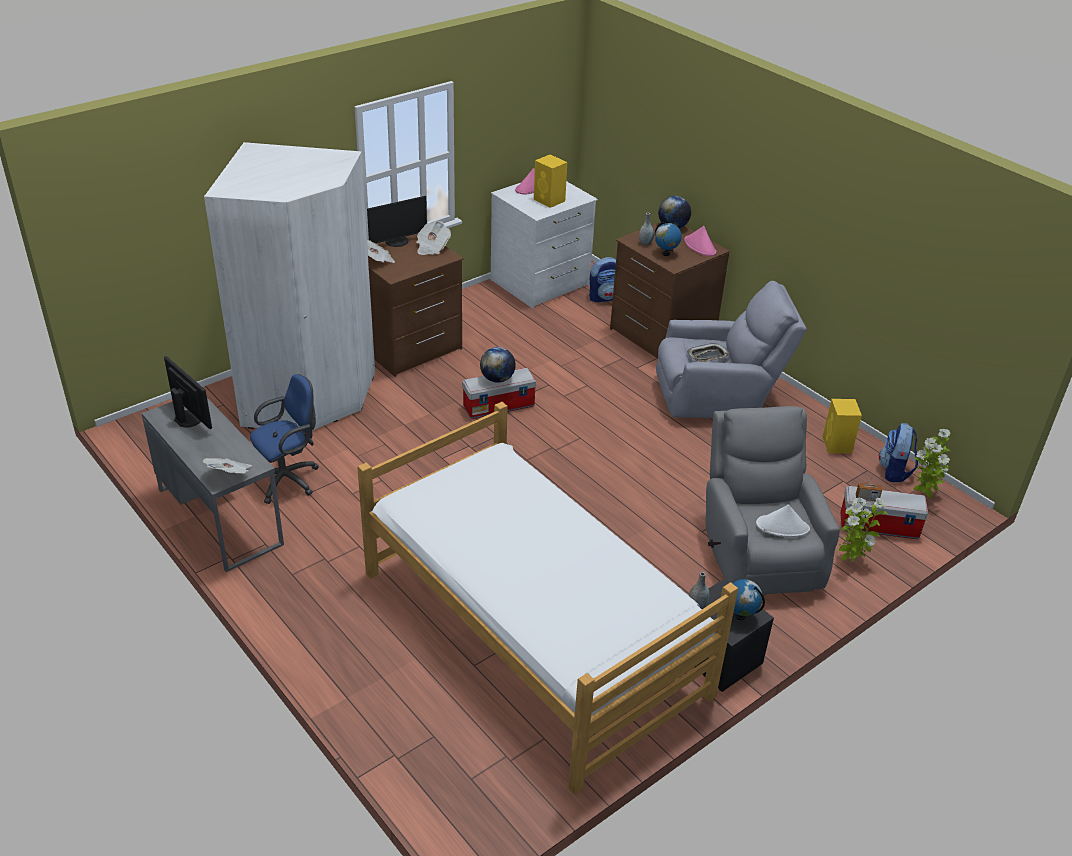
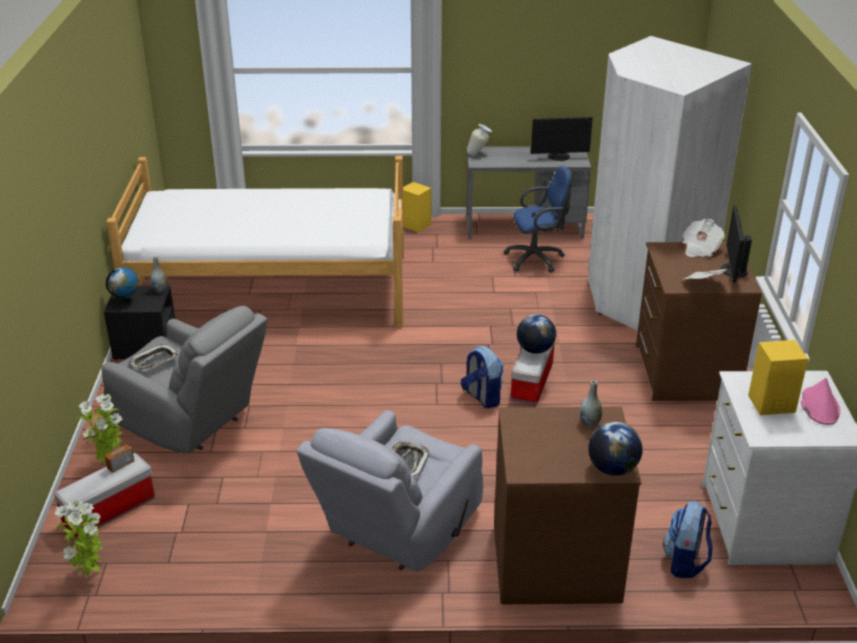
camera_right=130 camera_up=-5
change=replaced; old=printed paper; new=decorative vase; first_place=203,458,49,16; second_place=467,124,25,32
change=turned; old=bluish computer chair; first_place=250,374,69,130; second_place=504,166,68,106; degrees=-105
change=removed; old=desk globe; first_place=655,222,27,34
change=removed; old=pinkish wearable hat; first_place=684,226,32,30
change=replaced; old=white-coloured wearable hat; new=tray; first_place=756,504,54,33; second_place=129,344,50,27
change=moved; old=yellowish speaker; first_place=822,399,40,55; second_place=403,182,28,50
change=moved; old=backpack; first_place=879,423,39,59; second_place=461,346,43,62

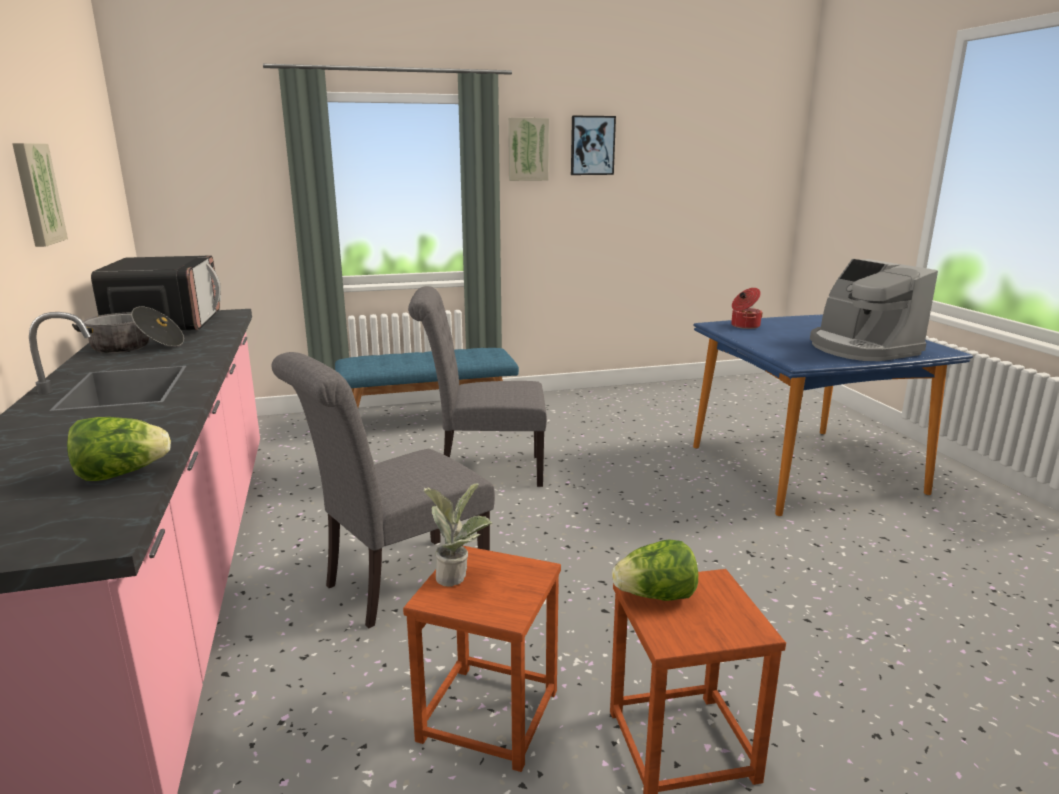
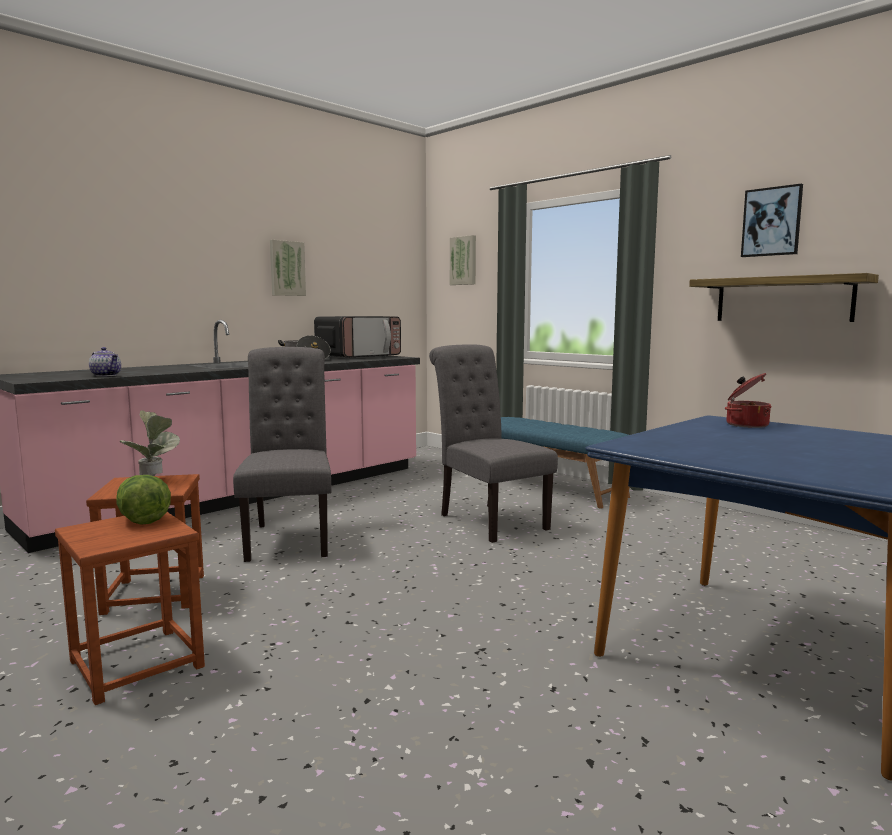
camera_right=60 camera_up=-10
change=replaced; old=lettuce head; new=teapot; first_place=67,417,104,64; second_place=89,347,32,30
change=turned; old=grey chair; first_place=272,352,223,277; second_place=233,347,99,215; degrees=60
change=moved; old=picture; first_place=508,118,41,63; second_place=450,235,26,50
change=removed; old=coffee brewer; first_place=810,259,128,102
change=added; new=shelf; second_place=689,273,190,49

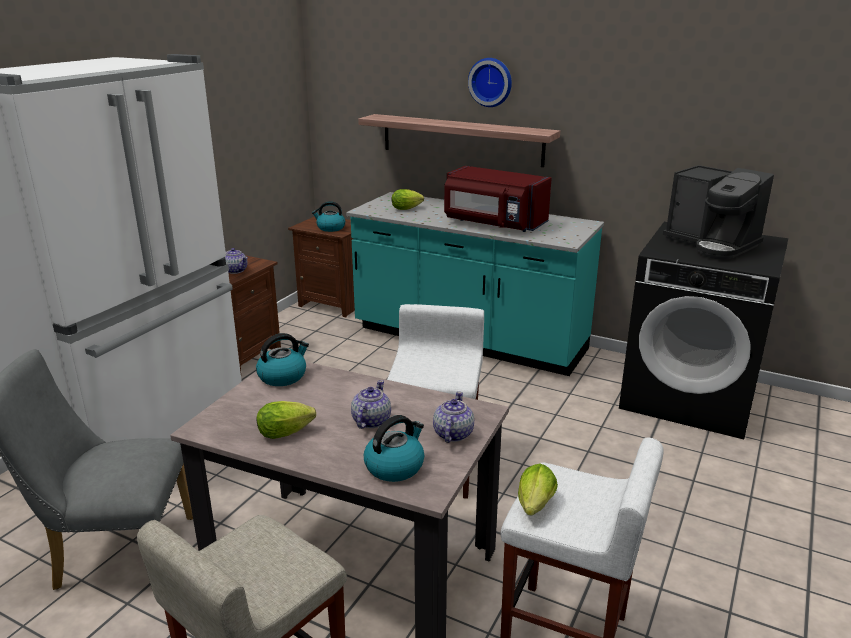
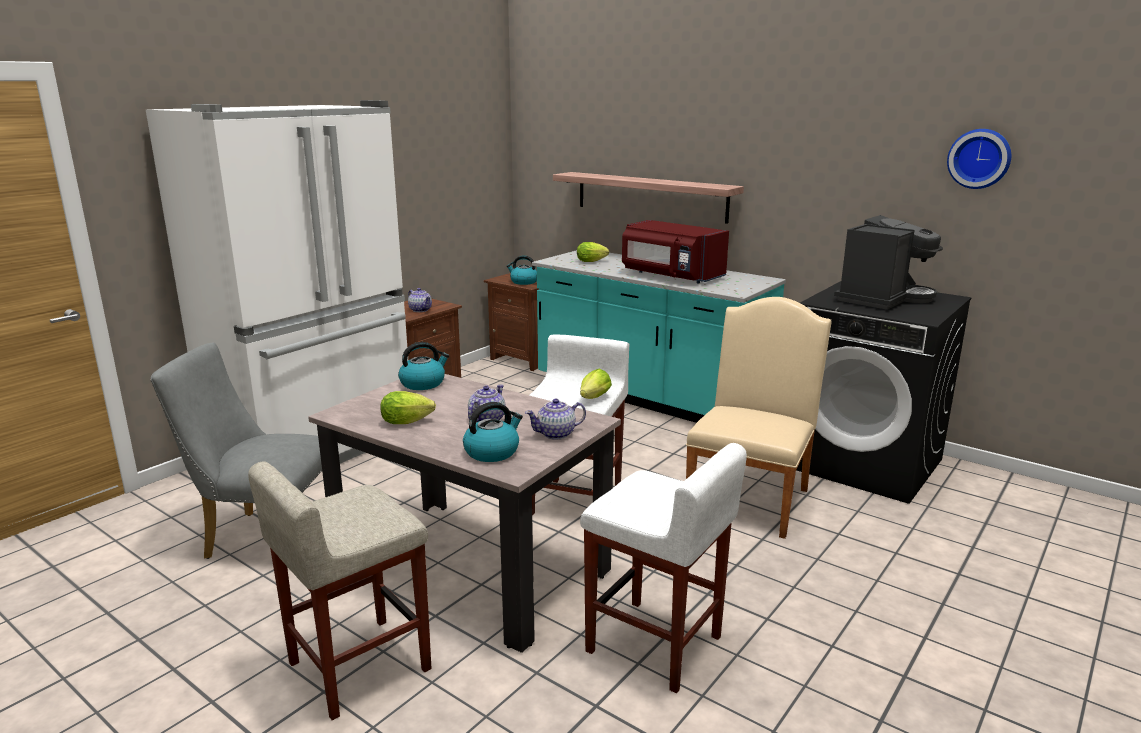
camera_right=10 camera_up=-5
change=turned; old=teapot; first_place=433,391,41,52; second_place=525,399,61,41; degrees=-135
change=moved; old=wall clock; first_place=468,58,44,49; second_place=947,129,64,60
change=moved; old=lettuce head; first_place=518,464,40,52; second_place=580,369,32,30
change=turned; old=coffee brewer; first_place=663,165,111,94; second_place=834,215,109,95; degrees=-105
change=added; new=beige chair; second_place=686,297,146,242

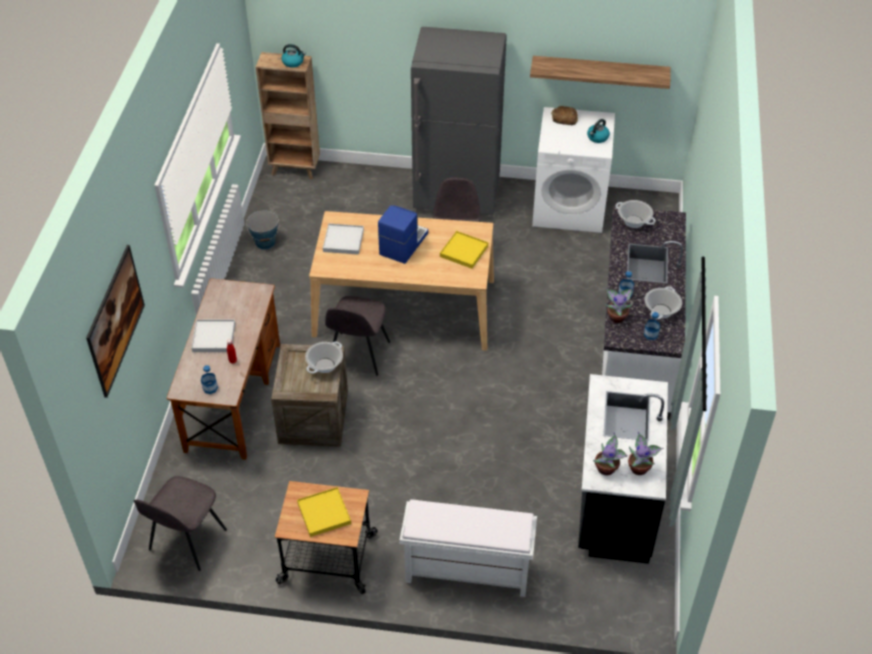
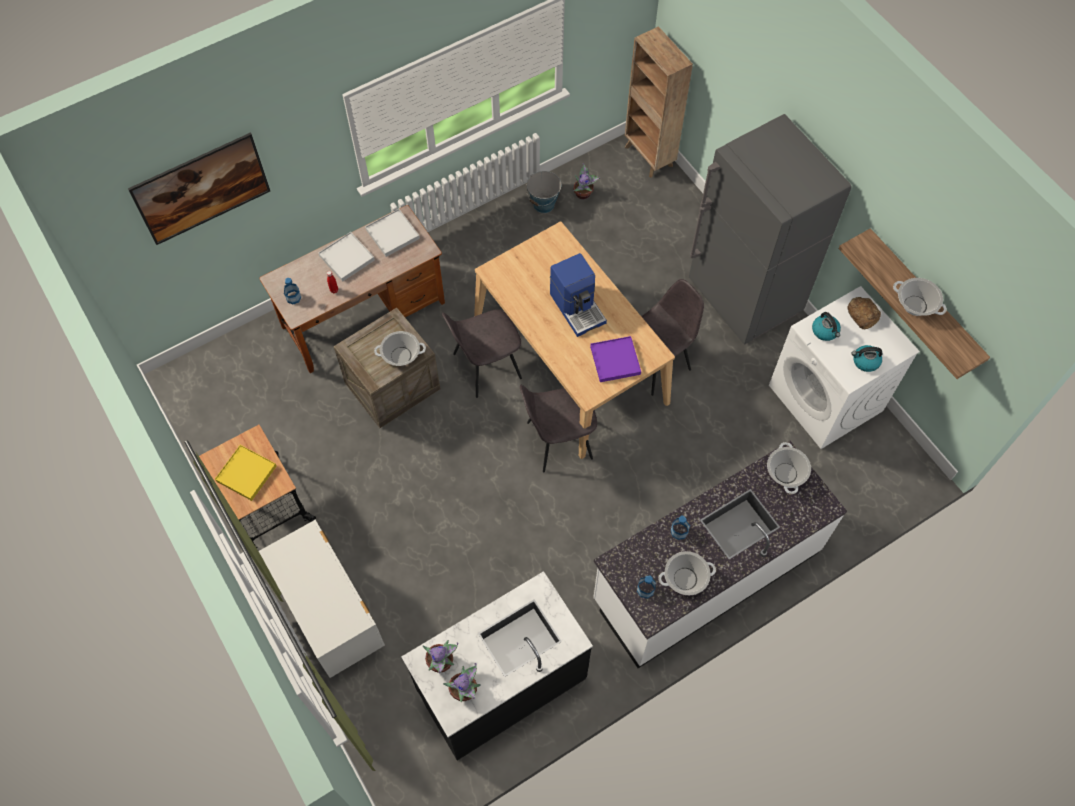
camera_right=50 camera_up=15
change=moved; old=grey chair; first_place=134,476,93,95; second_place=520,385,77,87
change=moved; old=kettle; first_place=281,44,25,24; second_place=812,312,29,29
change=moved; old=white-coloured tray; first_place=323,223,41,32; second_place=365,209,55,48
change=turned; old=coffee brewer; first_place=378,205,50,59; second_place=550,253,57,84; degrees=75
change=replaced; old=white-coloured long seat; new=white-coloured chest of drawers; first_place=399,499,138,98; second_place=259,520,126,158
change=recoloured; old=yellowish tray; new=purple-coloured tray; first_place=440,231,48,38; second_place=590,336,51,46
change=moved; old=potted plant; first_place=605,287,28,36; second_place=573,163,27,36
change=added; new=stockpot; second_place=893,278,54,38

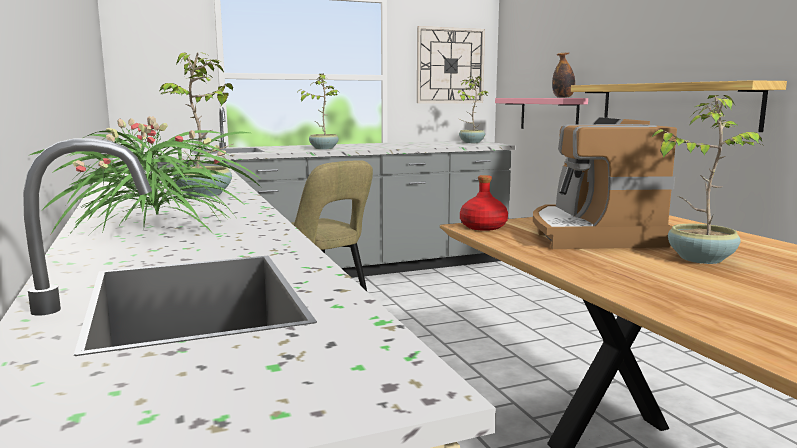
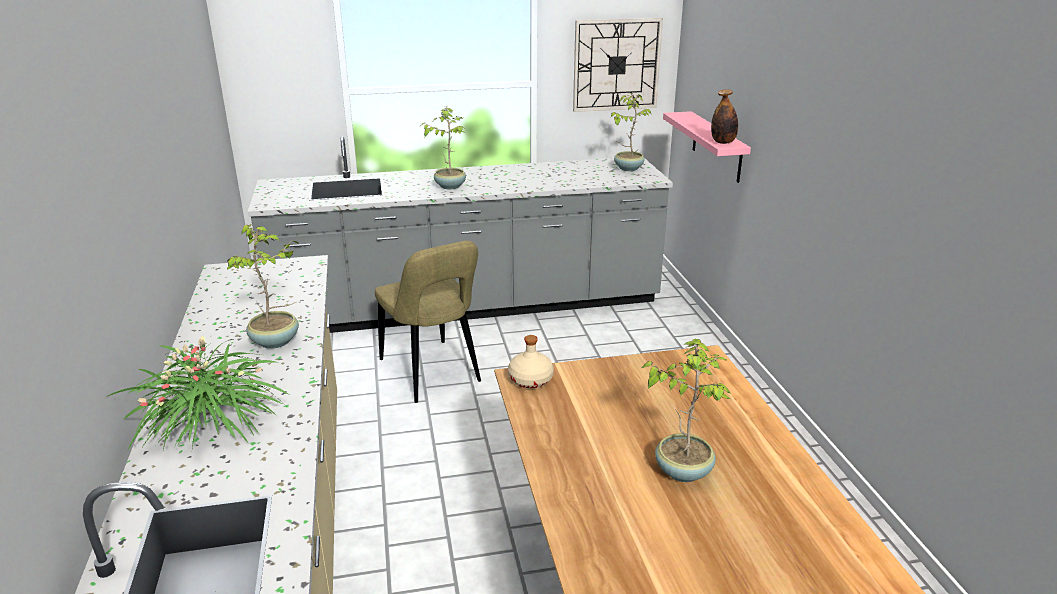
camera_right=10 camera_up=15
change=recoloured; old=red beverage bottle; new=beige beverage bottle; first_place=460,175,48,56; second_place=508,335,46,53
change=removed; old=coffee brewer; first_place=533,117,144,132
change=removed; old=shelf; first_place=571,80,216,52

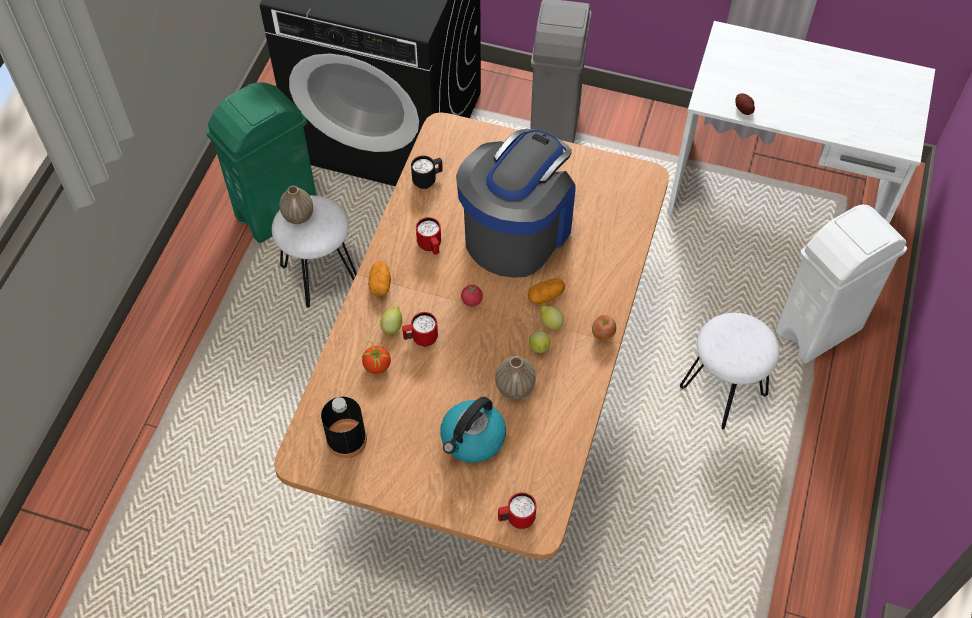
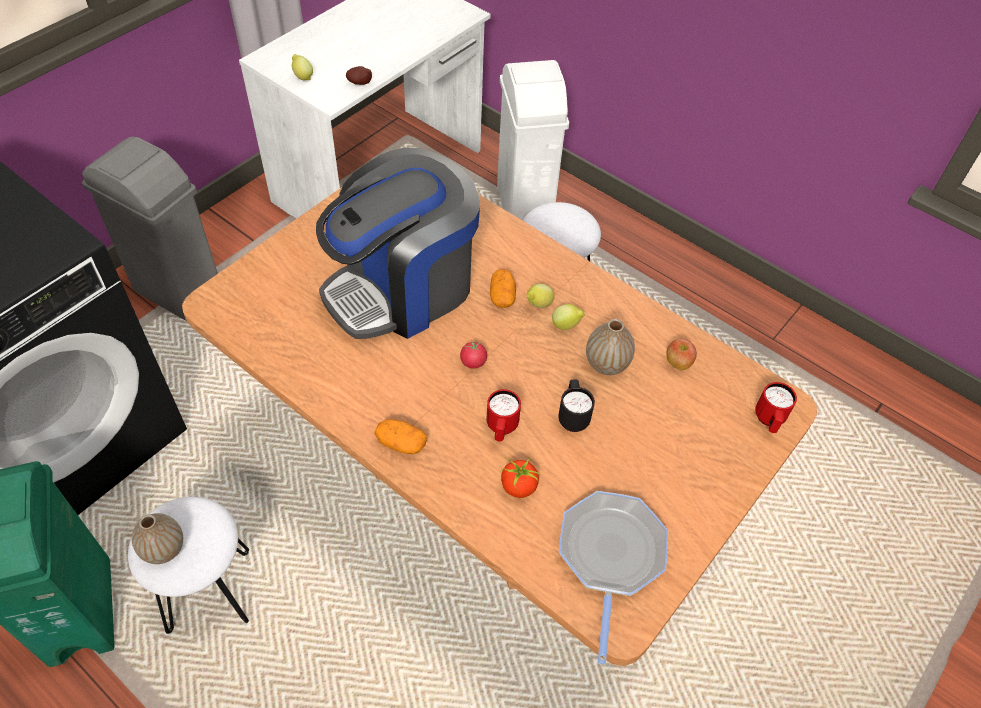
camera_right=-70 camera_up=-5
change=replaced; old=black-coloured beverage bottle; new=skillet; first_place=321,397,46,61; second_place=559,491,109,174
change=moved; old=lemon; first_place=380,306,22,29; second_place=292,54,21,26
change=moved; old=black-coloured coffee mug; first_place=411,156,32,33; second_place=558,379,37,53
change=removed; old=red coffee mug; first_place=416,217,25,38
change=removed; old=kettle; first_place=440,397,66,66
change=turned; old=coffee brewer; first_place=456,129,120,149; second_place=316,148,164,191; degrees=-90
change=moved; old=whole apple; first_place=592,315,24,26; second_place=666,339,31,31

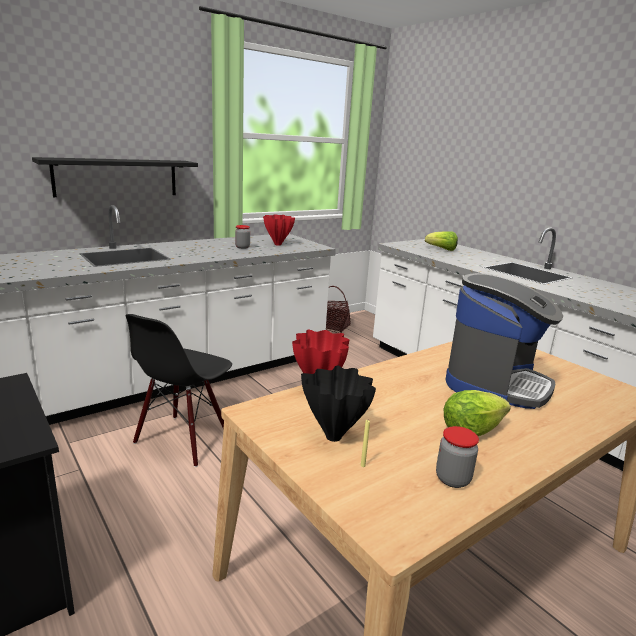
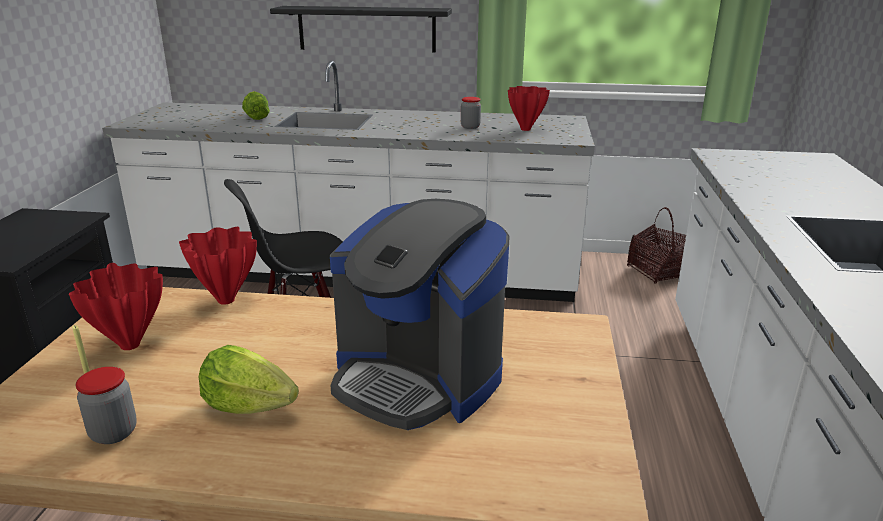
camera_right=45 camera_up=5
change=recoloured; old=black-coloured decorative vase; new=red decorative vase; first_place=301,366,75,76; second_place=69,263,94,87
change=moved; old=lettuce head; first_place=425,231,33,20; second_place=242,91,28,29
change=turned; old=coffee brewer; first_place=446,273,117,136; second_place=330,199,180,231; degrees=45

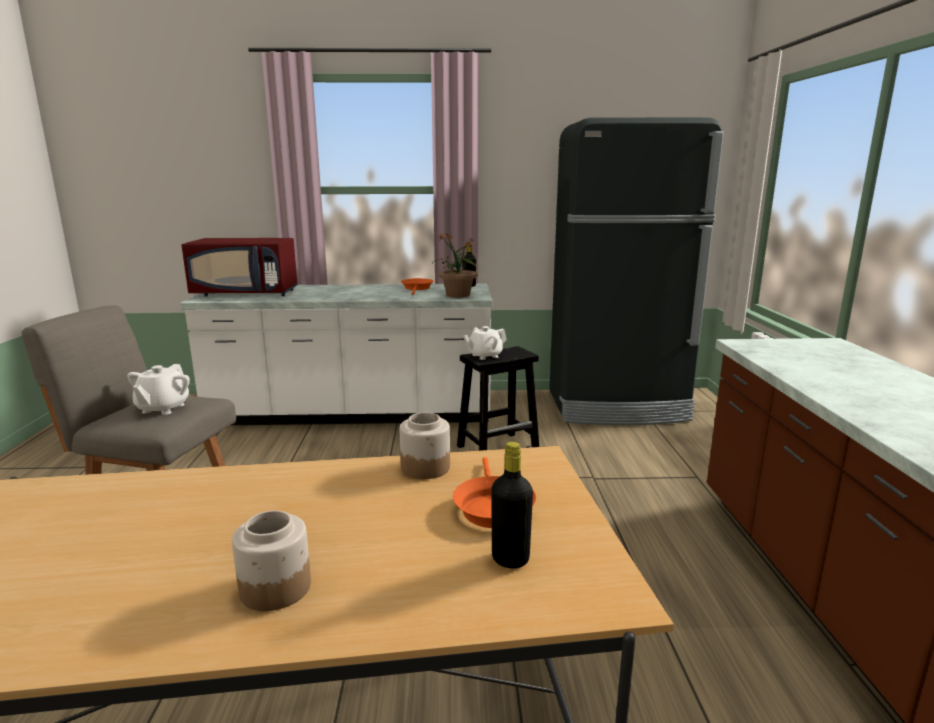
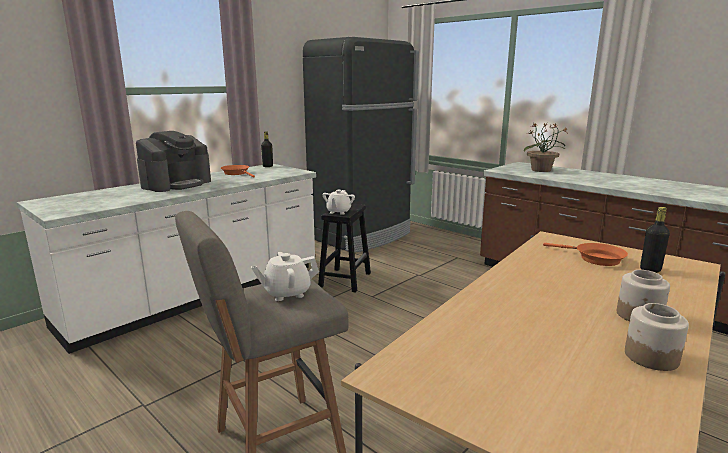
camera_right=-45 camera_up=0
change=turned; old=white-coloured teapot; first_place=127,364,63,51; second_place=251,252,68,49; degrees=105
change=removed; old=red microwave; first_place=181,238,117,58
change=moved; old=preserve jar; first_place=400,412,50,67; second_place=625,303,64,68
change=moved; old=potted plant; first_place=432,234,46,64; second_place=524,123,44,49
change=added; new=coffee brewer; second_place=136,131,75,61

